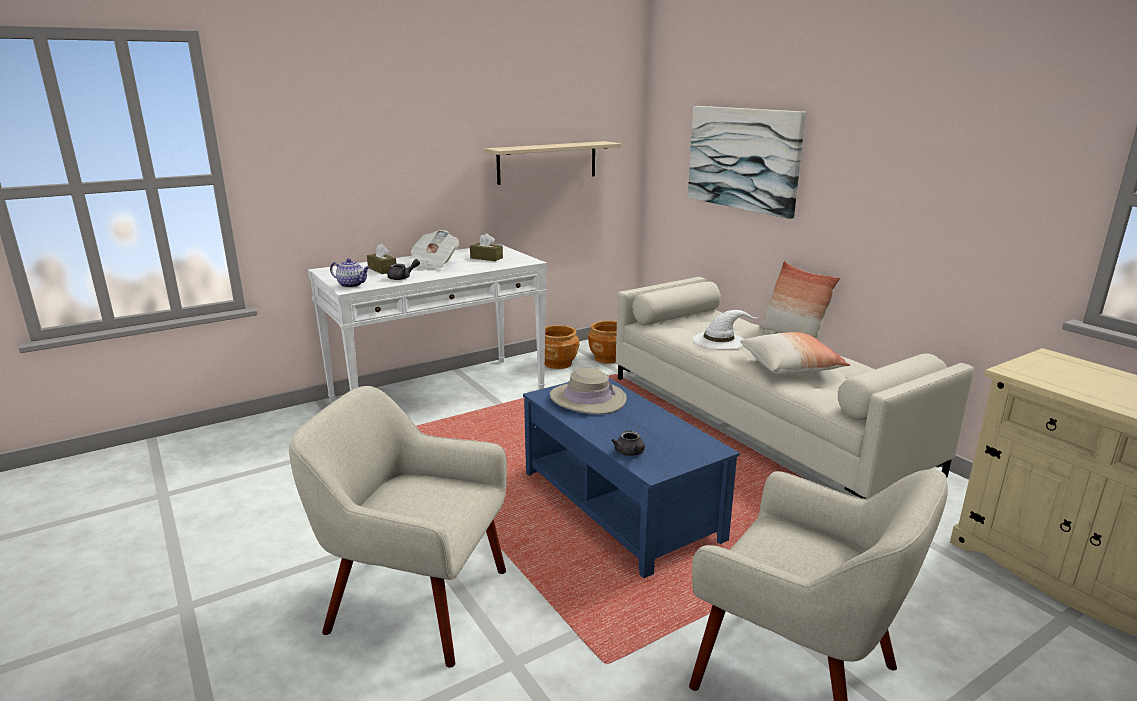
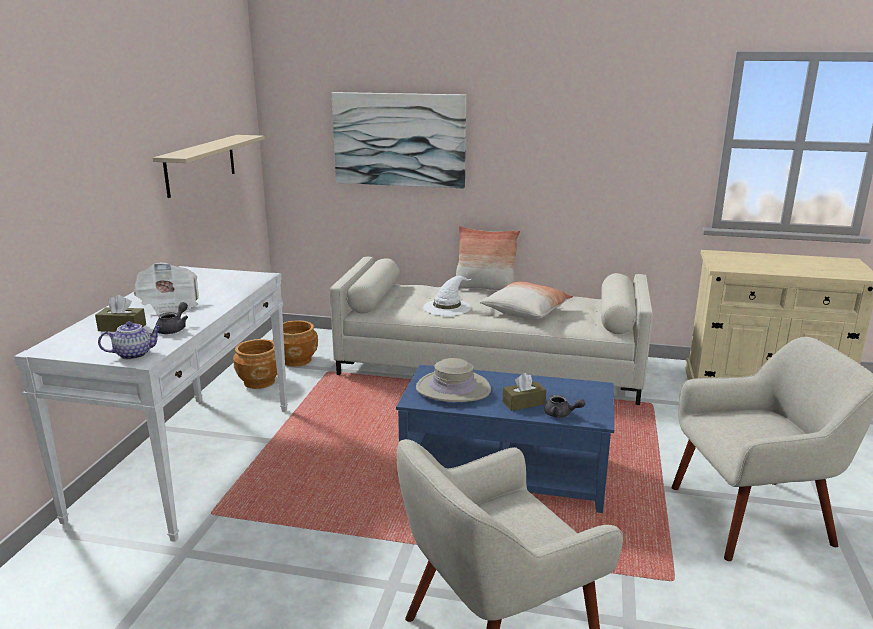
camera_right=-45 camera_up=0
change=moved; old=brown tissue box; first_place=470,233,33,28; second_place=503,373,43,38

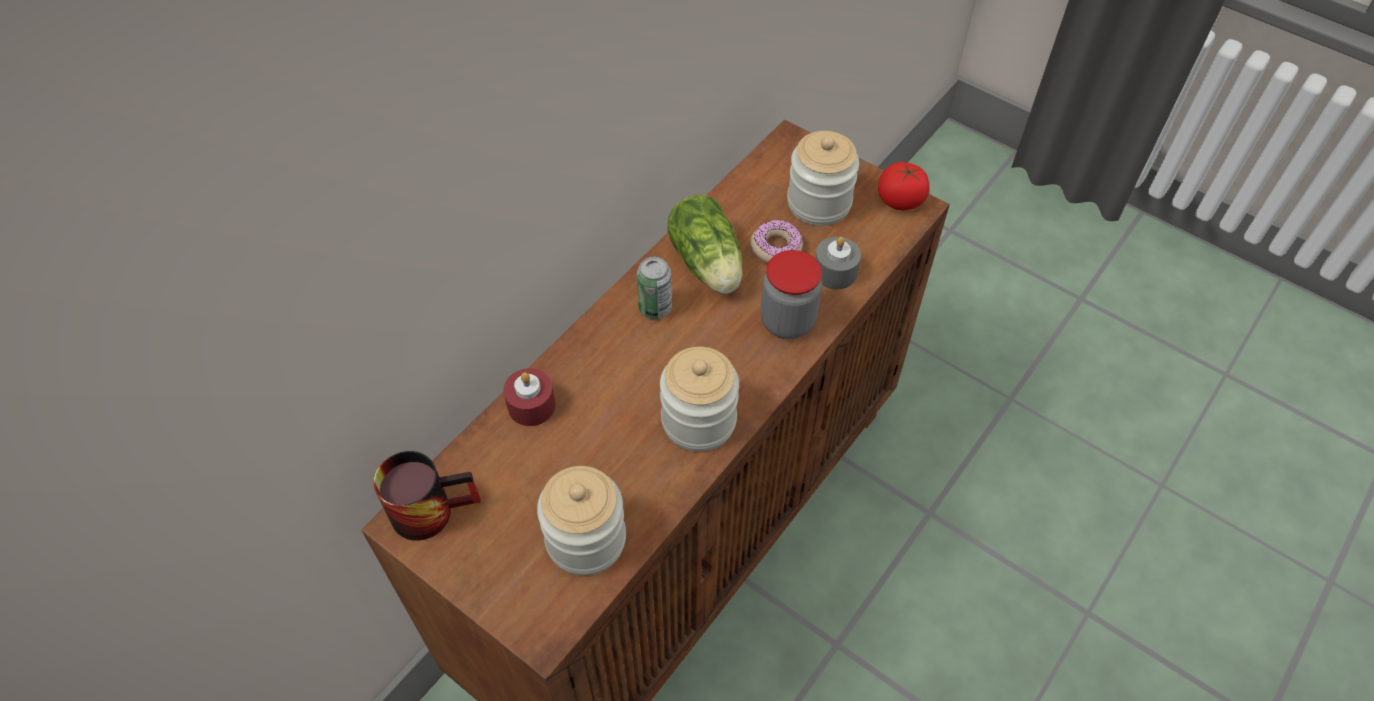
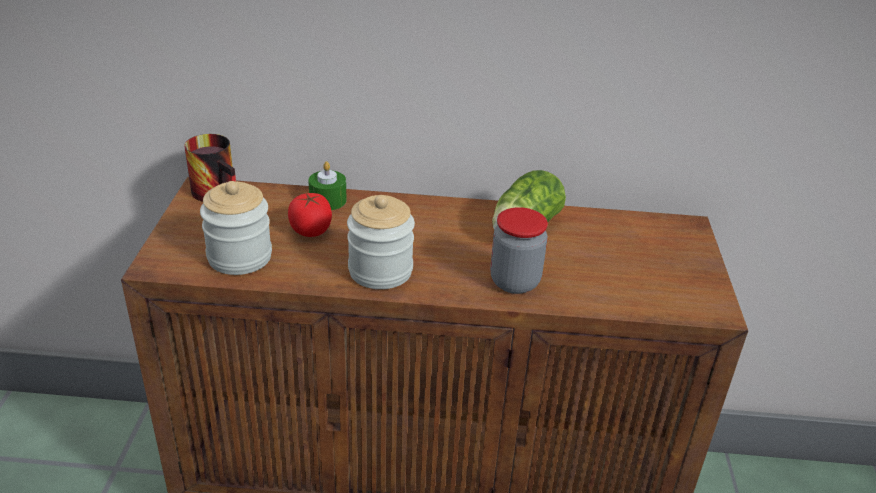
camera_right=55 camera_up=-20
change=recoloured; old=red wax candle; new=green wax candle; first_place=503,368,53,58; second_place=308,161,39,49
change=removed; old=sealed can; first_place=637,257,35,62
change=removed; old=donut; first_place=751,219,52,44
change=removed; old=preserve jar; first_place=787,131,72,95
change=removed; old=grey wax candle; first_place=815,237,46,52
change=moved; old=whole tomato; first_place=878,162,52,48; second_place=288,193,44,44

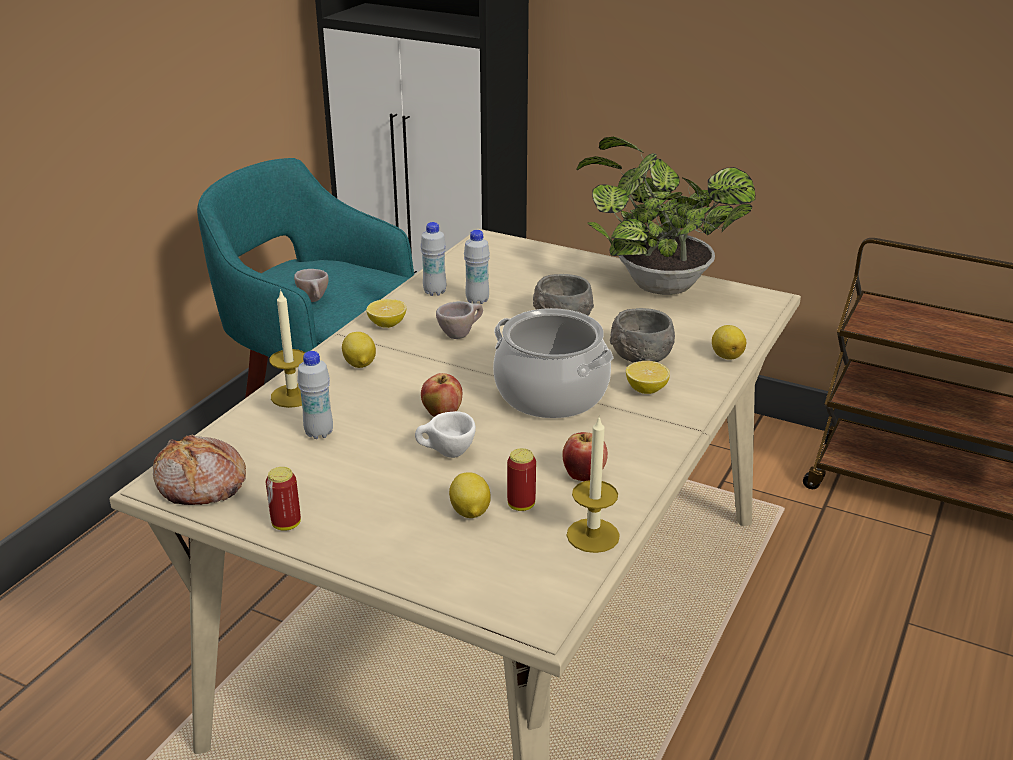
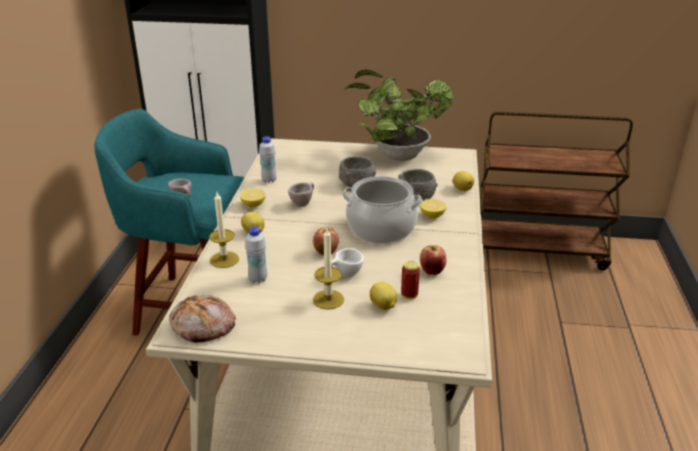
camera_right=-20 camera_up=0
change=removed; old=sealed can; first_place=266,467,35,64
change=removed; old=white-coloured beverage bottle; first_place=464,230,26,74
change=moved; old=wax candle; first_place=567,415,53,138; second_place=313,228,31,82

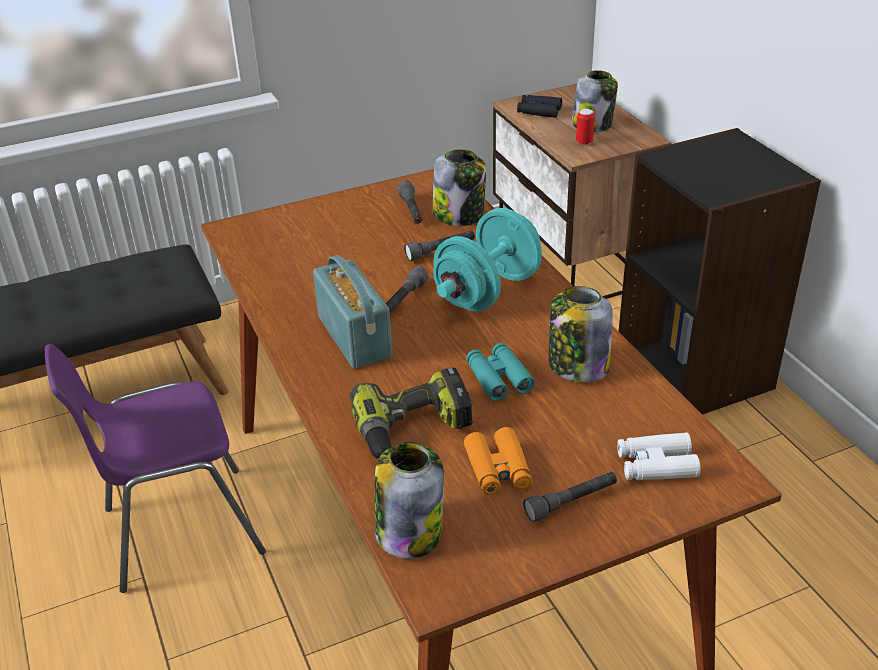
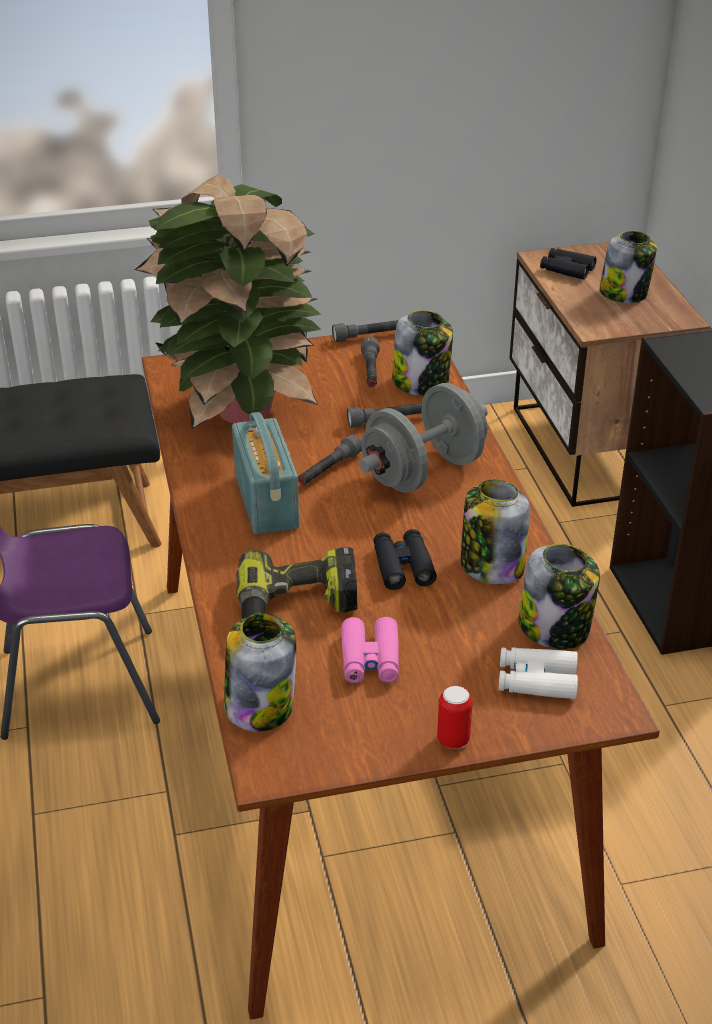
camera_right=10 camera_up=0
change=recoloured; old=blue-green free weight; new=grey free weight; first_place=433,208,109,103; second_place=359,383,128,110
change=recoloured; old=orange pair of binoculars; new=pinkish pair of binoculars; first_place=464,427,68,68; second_place=341,617,58,66
change=recoloured; old=blue-green pair of binoculars; new=black-coloured pair of binoculars; first_place=466,343,69,58; second_place=373,529,64,61
change=moved; old=grey flashlight; first_place=523,472,94,50; second_place=332,320,67,22
change=moved; old=sealed can; first_place=576,109,19,36; second_place=437,686,36,63
change=added; new=potted plant; second_place=135,175,186,254
change=added; new=preserve jar; second_place=519,543,81,106

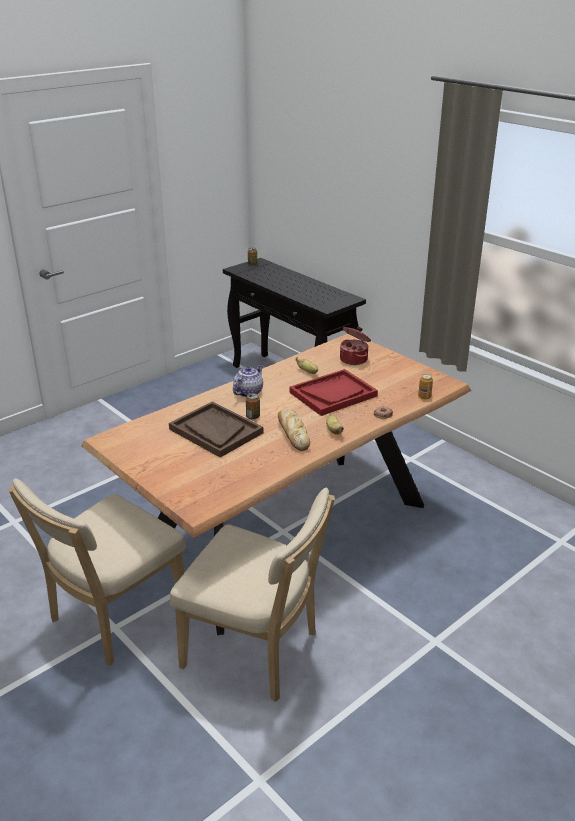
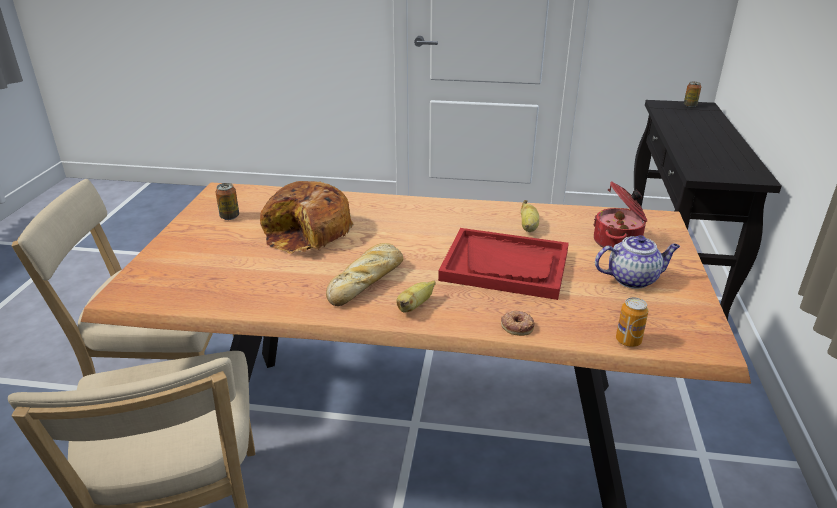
camera_right=50 camera_up=0
change=replaced; old=brown tray; new=bread; first_place=169,402,94,55; second_place=260,181,94,73
change=moved; old=teapot; first_place=233,364,30,33; second_place=595,235,85,54
change=moved; old=sealed can; first_place=246,393,14,27; second_place=215,183,24,37

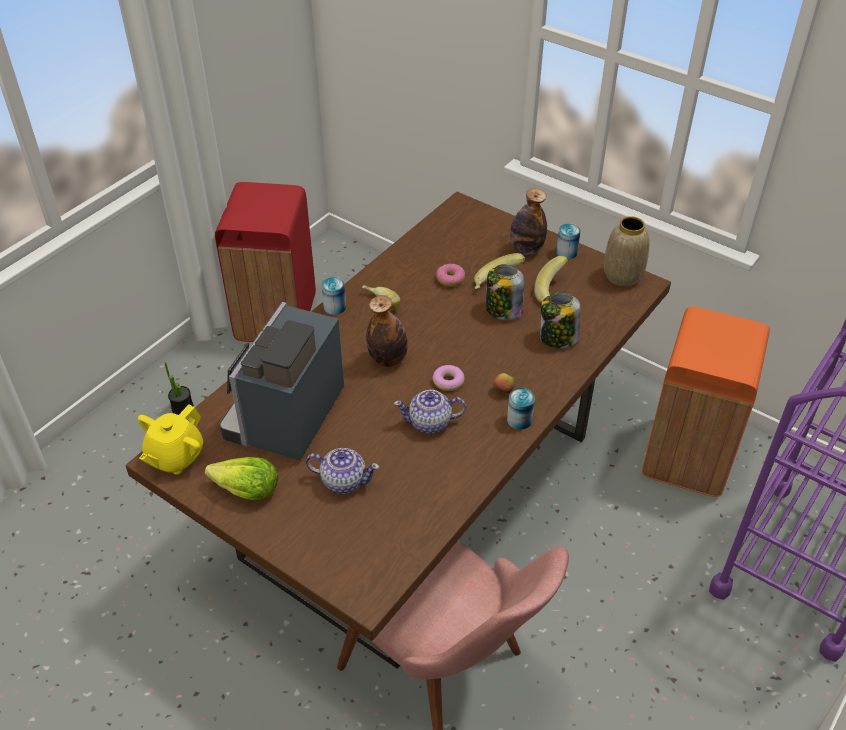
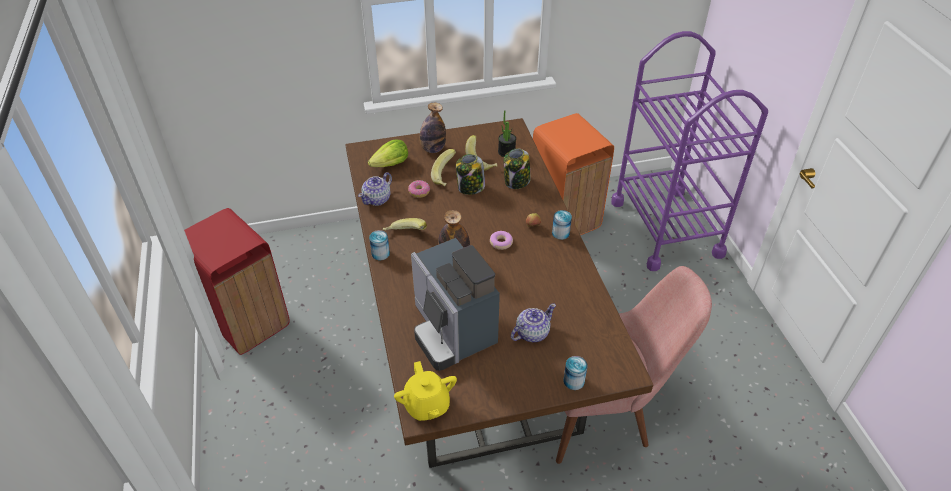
camera_right=-50 camera_up=0
change=moved; old=potted plant; first_place=165,362,29,53; second_place=498,110,18,47
change=moved; old=lettuce head; first_place=205,457,74,43; second_place=368,140,40,27
change=moved; old=teapot; first_place=394,390,72,44; second_place=358,172,34,34
change=moved; old=sealed can; first_place=556,223,25,36; second_place=564,356,24,34
change=removed; old=decorative vase; first_place=604,216,46,70

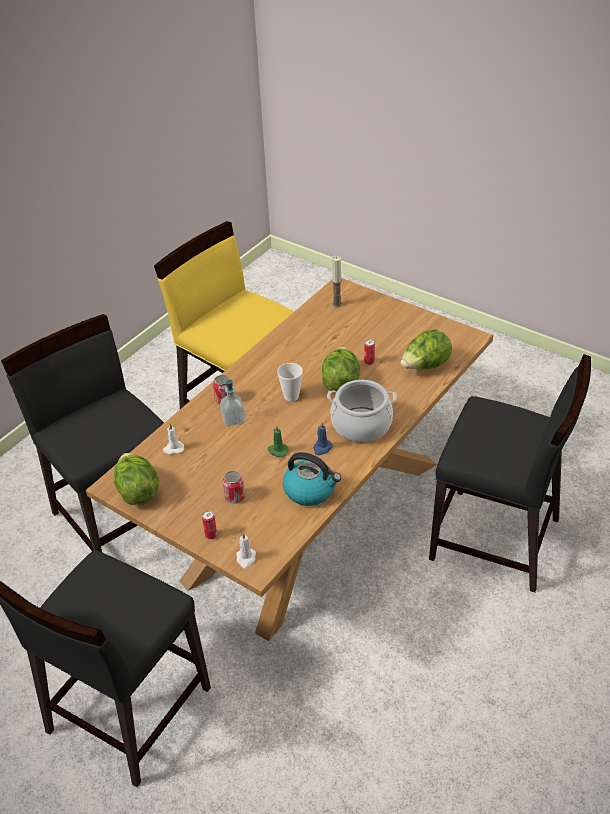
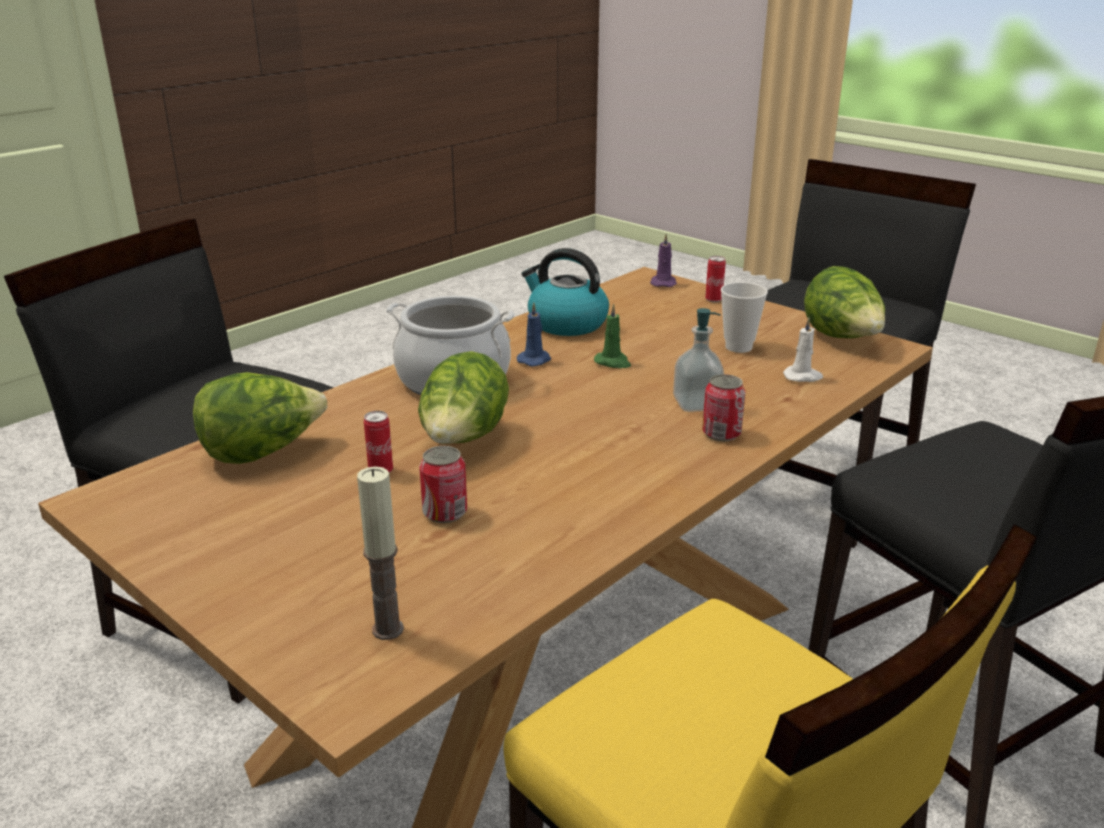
camera_right=-175 camera_up=-15
change=moved; old=sealed can; first_place=223,471,22,33; second_place=419,446,48,77
change=recoloured; old=white-coloured wax candle; new=purple-coloured wax candle; first_place=236,533,20,36; second_place=650,234,27,53
change=moved; old=small cup; first_place=277,363,26,39; second_place=721,282,47,71

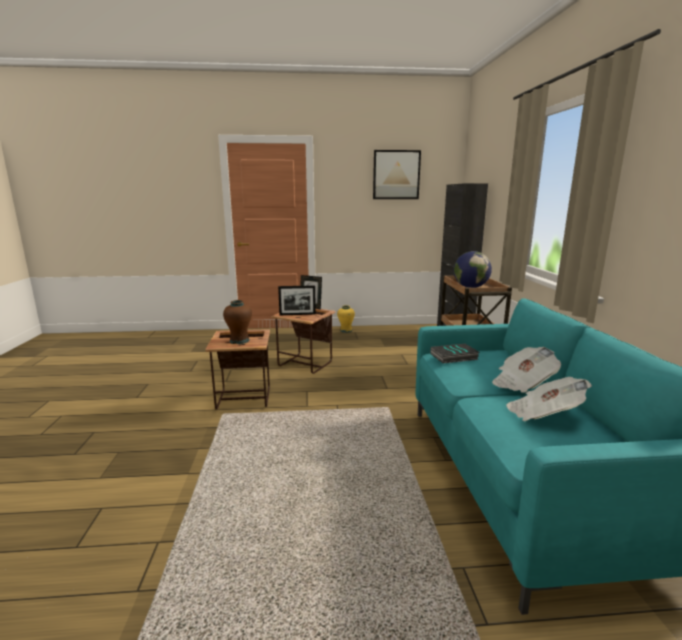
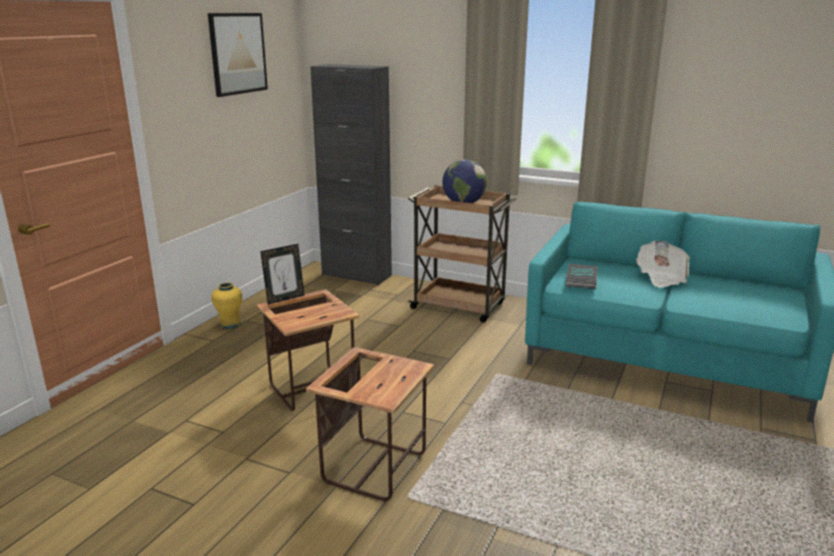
camera_right=-60 camera_up=5
change=removed; old=brown decorative vase; first_place=223,300,29,44
change=removed; old=photo frame; first_place=278,285,38,30
change=removed; old=printed paper; first_place=506,377,86,44

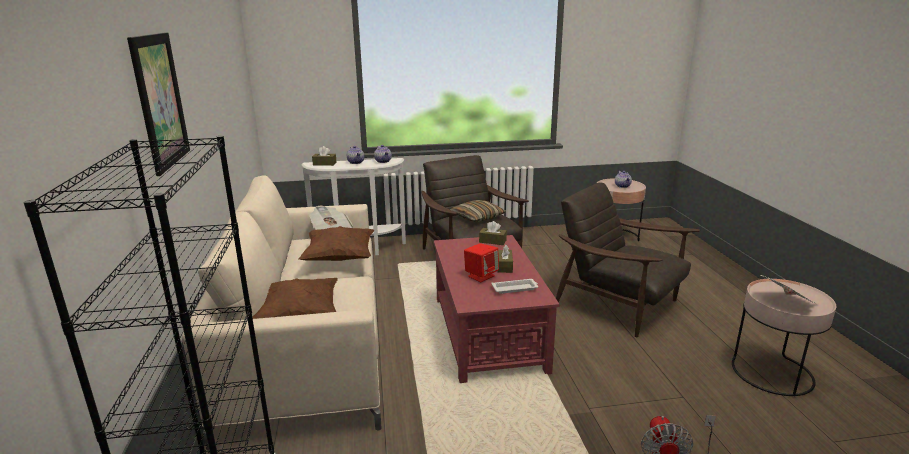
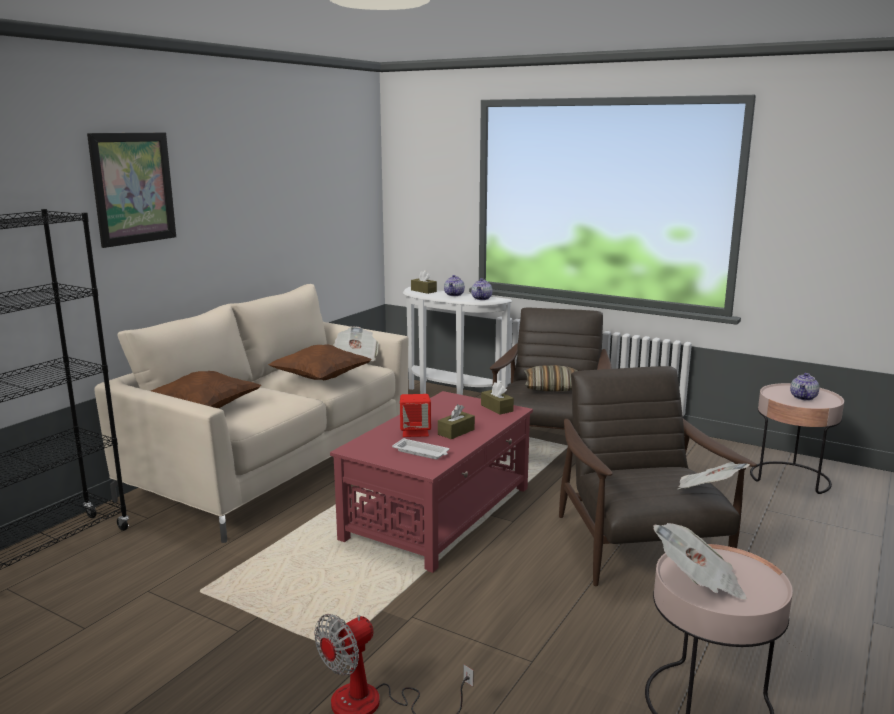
camera_right=40 camera_up=-5
change=added; new=printed paper; second_place=678,462,72,27

